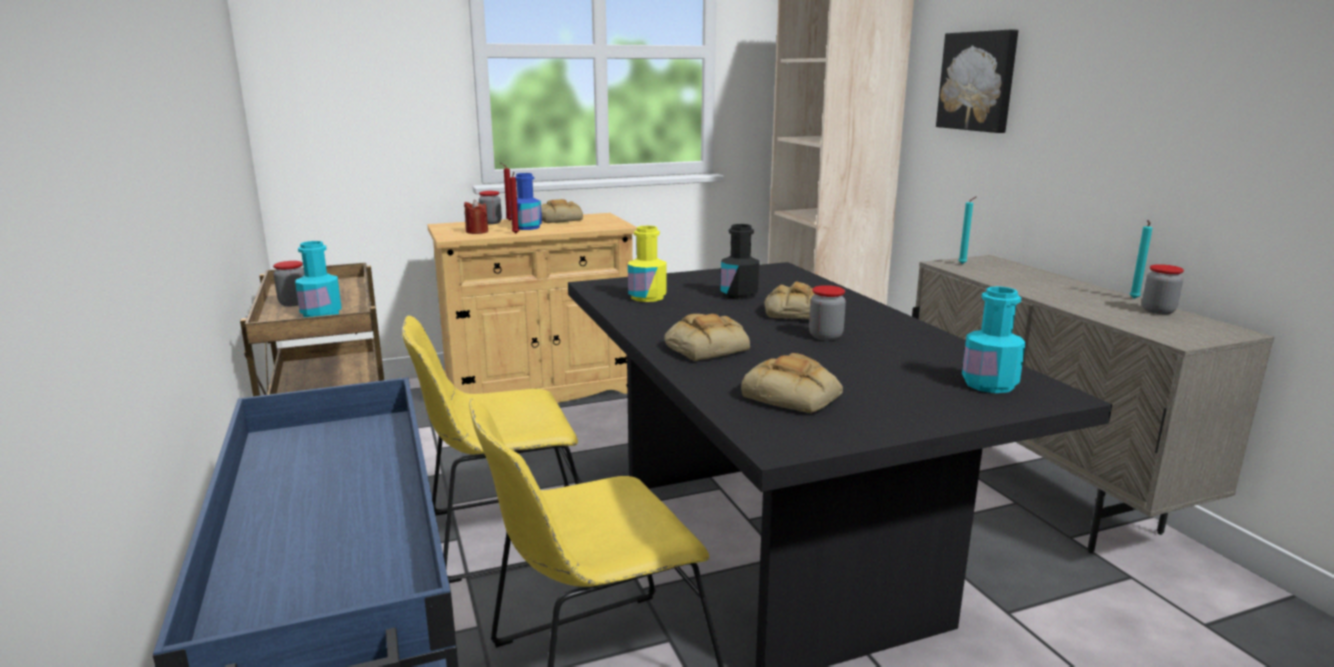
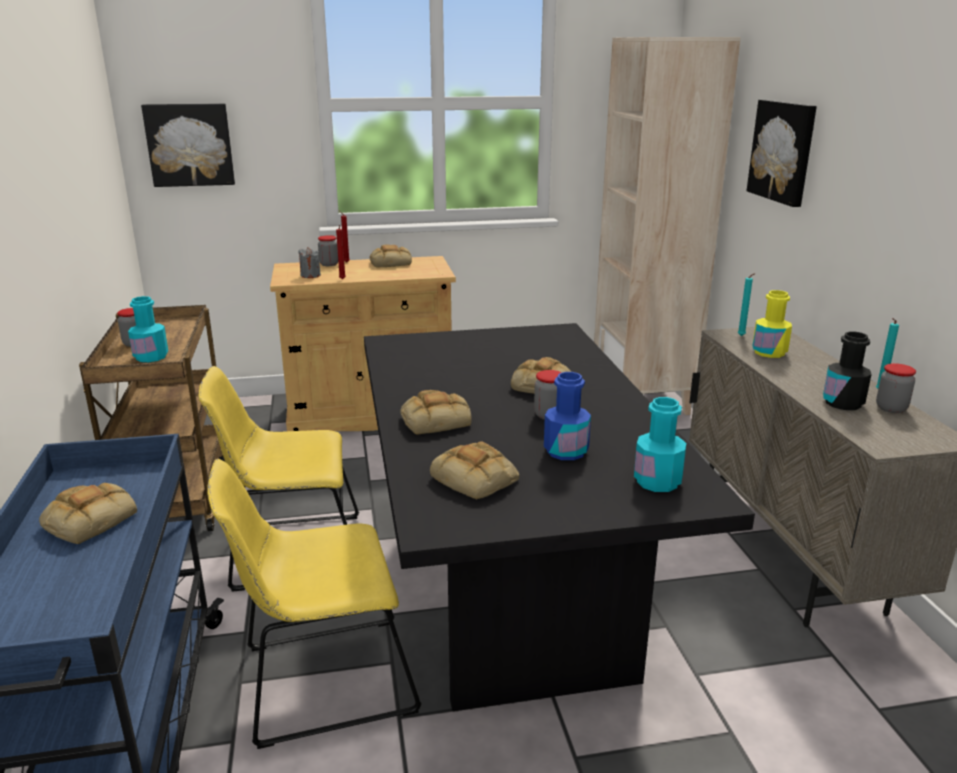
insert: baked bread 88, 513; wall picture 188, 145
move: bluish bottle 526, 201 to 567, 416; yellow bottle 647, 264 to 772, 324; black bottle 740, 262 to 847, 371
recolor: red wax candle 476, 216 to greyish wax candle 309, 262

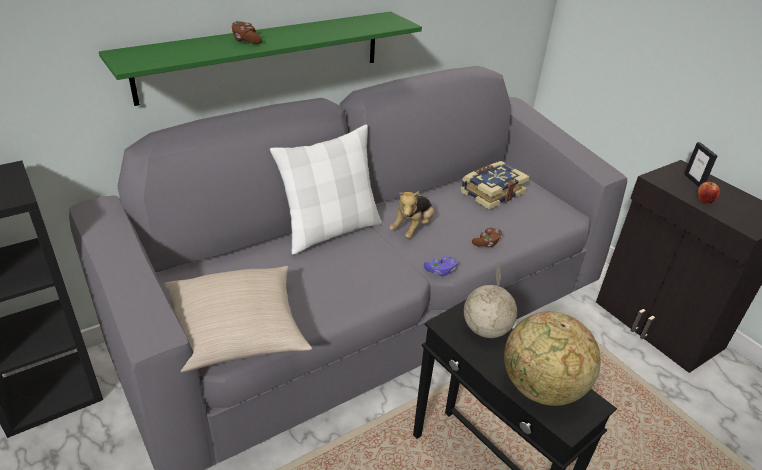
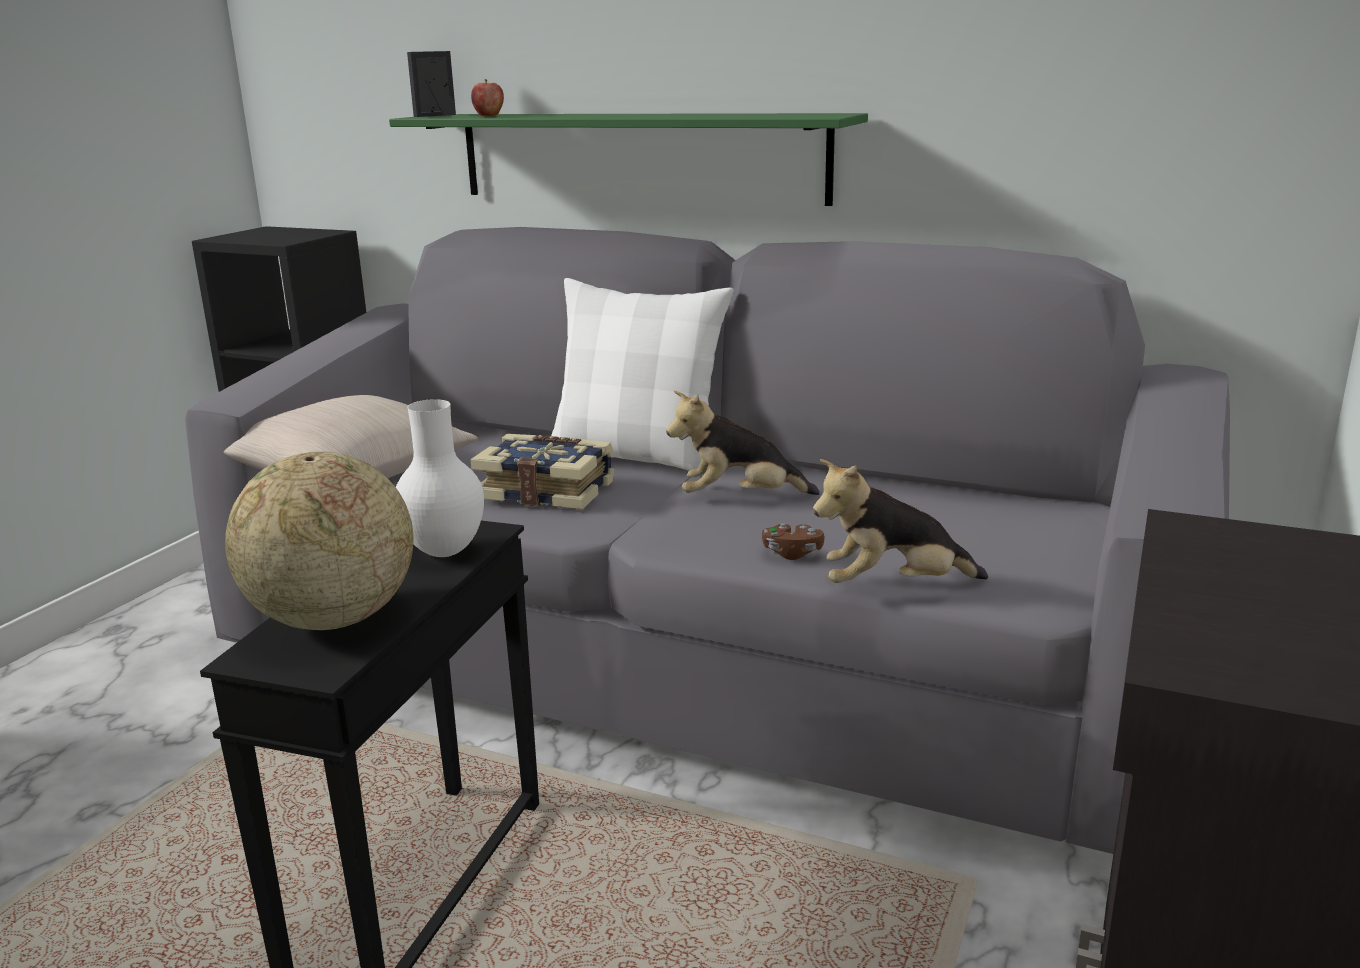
delete: brown joypad 247, 32; purplish joypad 441, 266
insert: plush toy 900, 521
move: volume 494, 185 to 542, 472; picture frame 700, 164 to 431, 84; apple 708, 192 to 487, 97
replace: world globe 490, 299 to white flower vase 440, 478

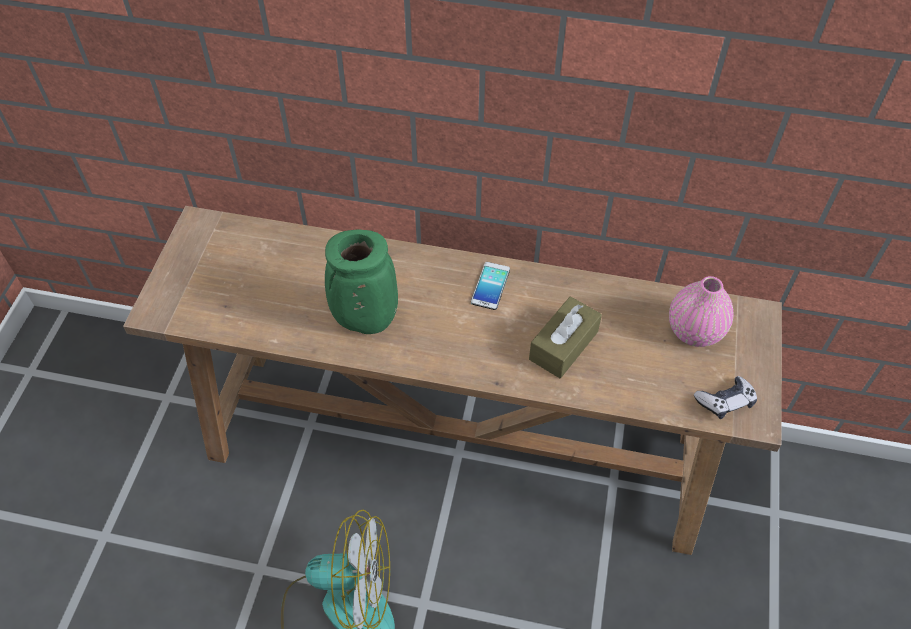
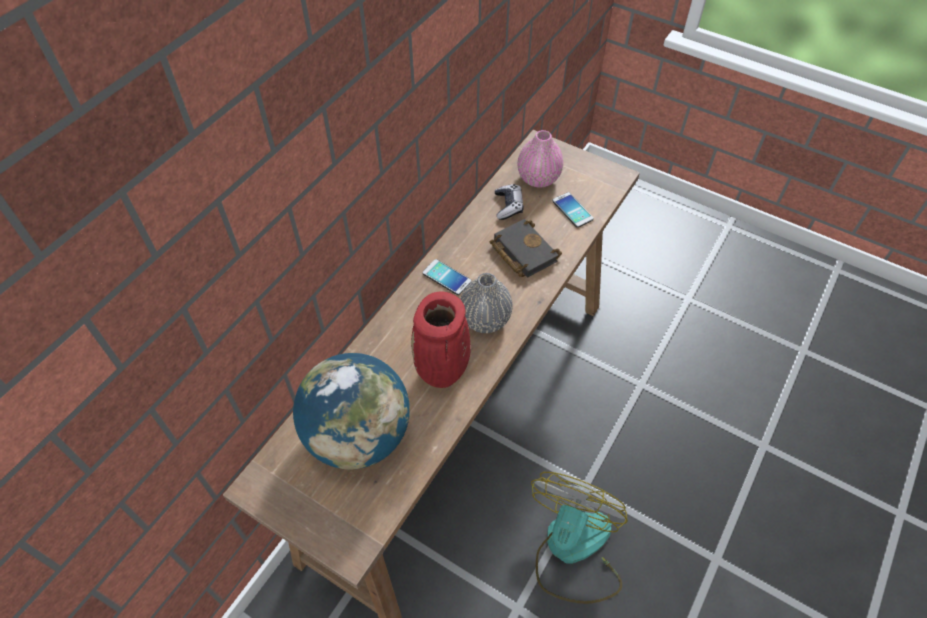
insert: world globe 351, 411; greyish flower vase 486, 303; handset 573, 210
move: joypad 725, 397 to 509, 202
replace: brown tissue box 565, 337 to black volume 526, 248
recolor: greenish flower vase 361, 282 to red flower vase 441, 340

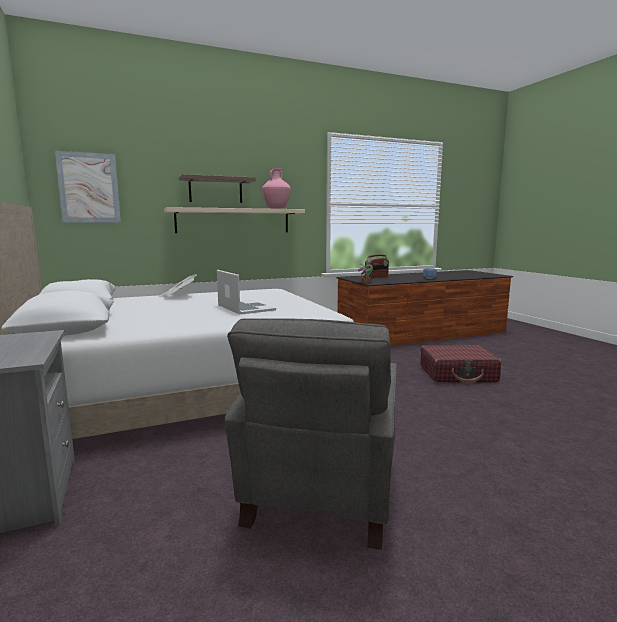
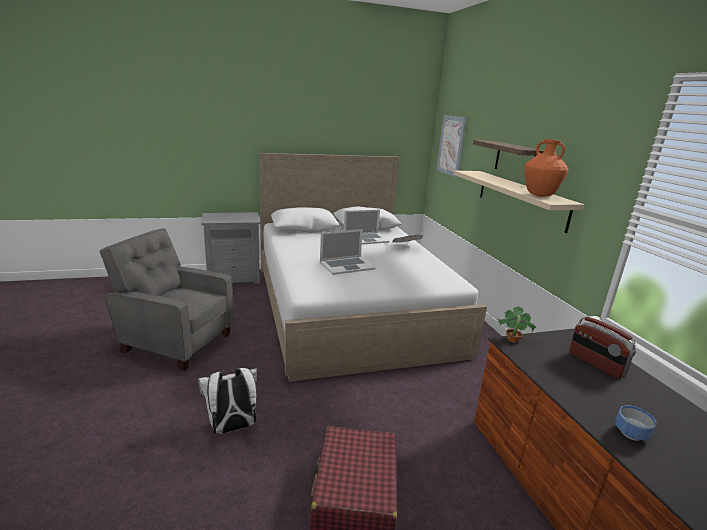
insert: white rucksack 227, 401; laptop 367, 227
recolor: pinkish flower vase 276, 188 to orangey flower vase 547, 168

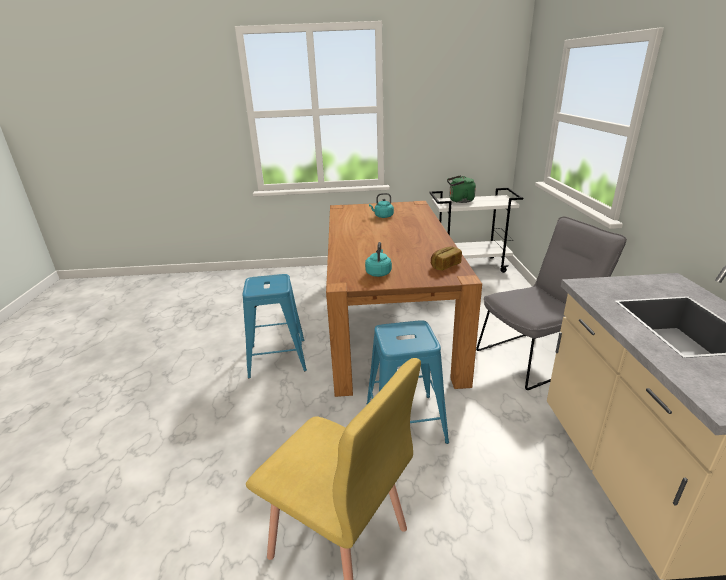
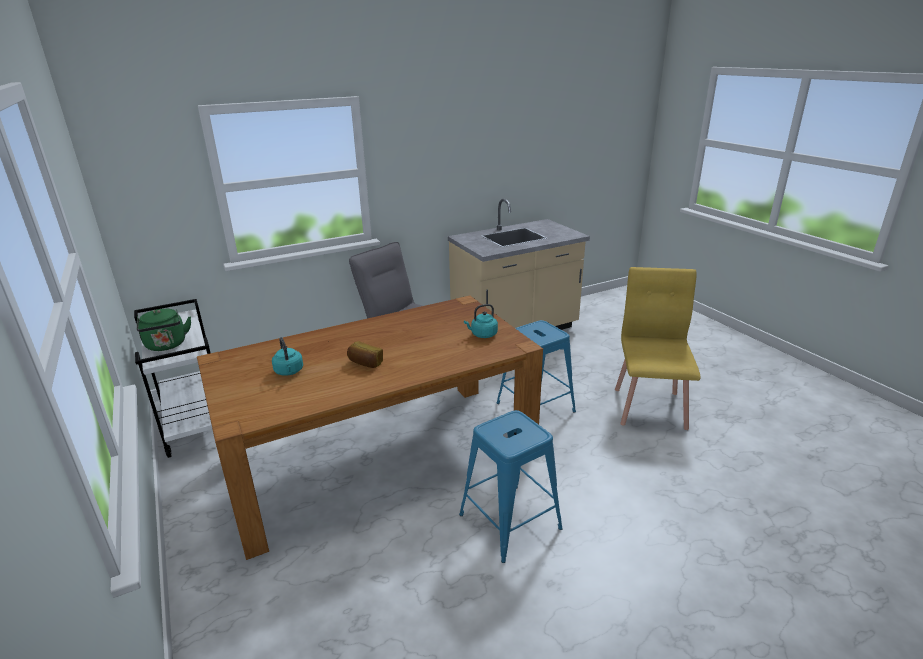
move: baked bread 446, 258 to 365, 354

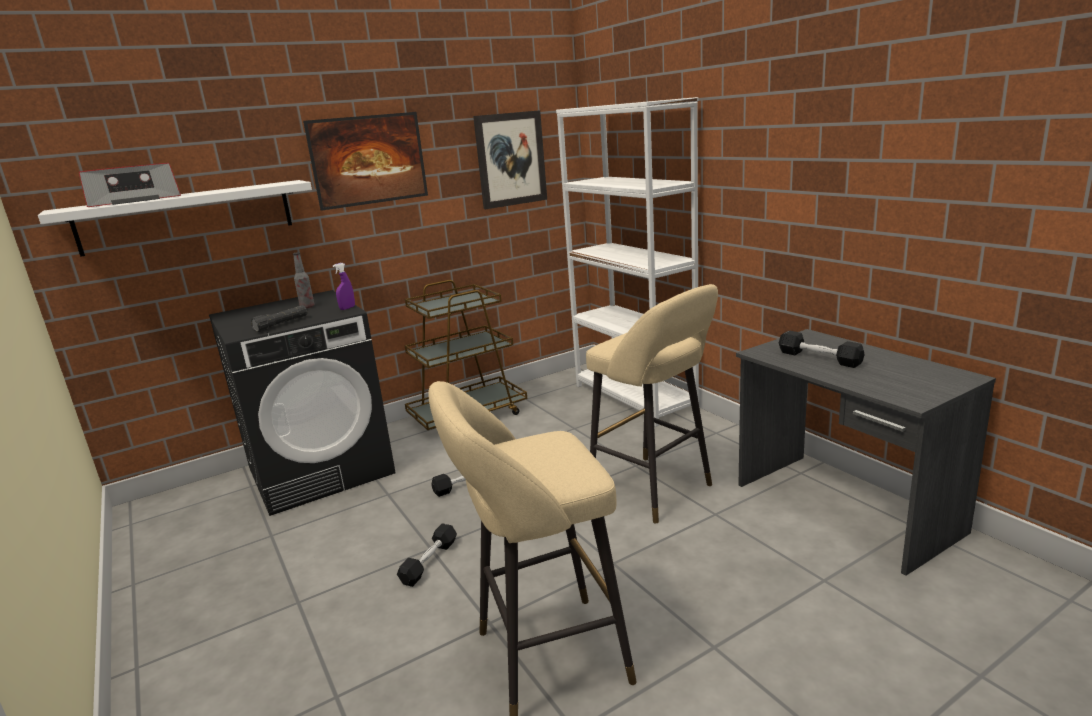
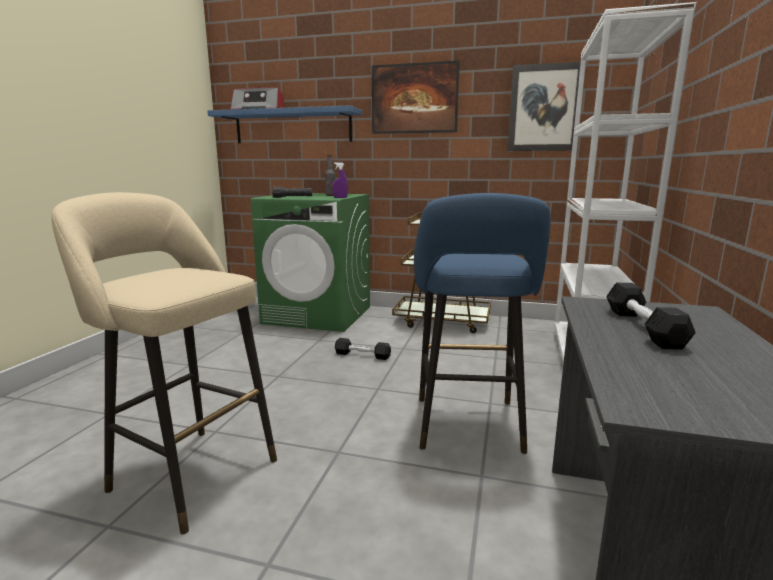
delete: black dumbbell 427, 555
recolor: white shelf 175, 218 to bluish shelf 284, 124; black washing machine 302, 403 to greenish washing machine 310, 262; beige stool seat 652, 403 to bluish stool seat 482, 323

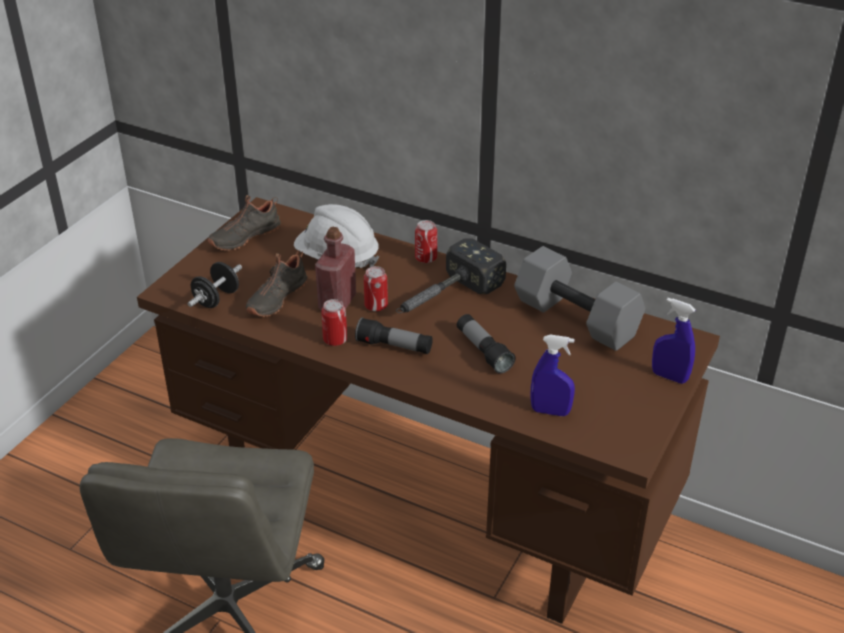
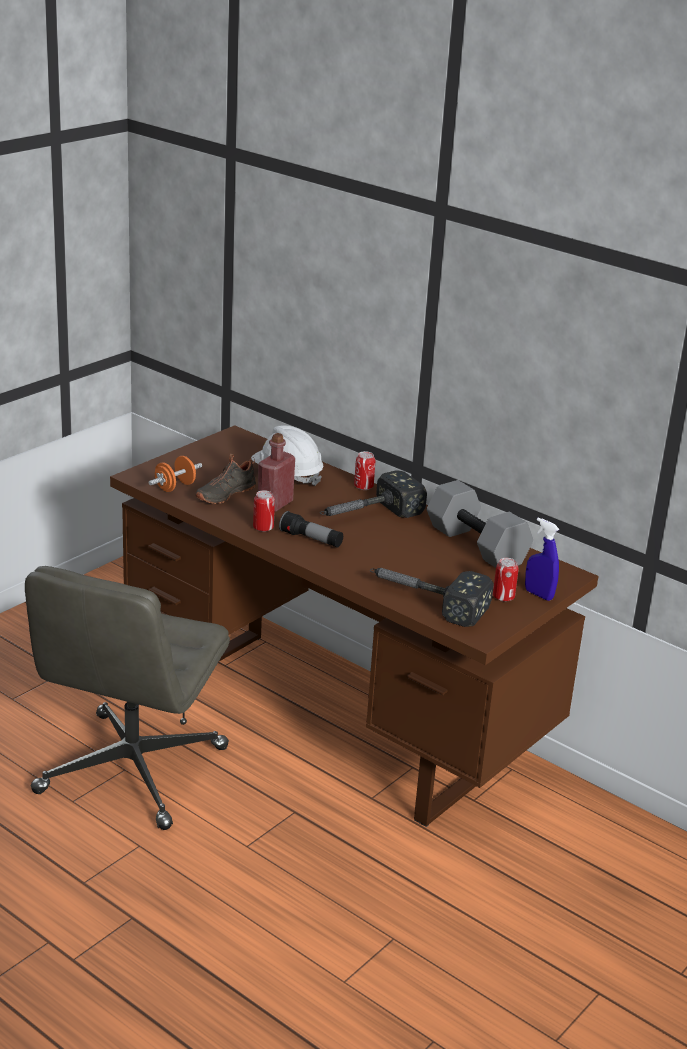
delete: black low shoe 244, 223; torch 486, 343
move: can 376, 288 to 506, 580
replace: bluish sprayer 552, 375 to hammer 432, 597
recolor: black dumbbell 215, 285 to orangey dumbbell 175, 474

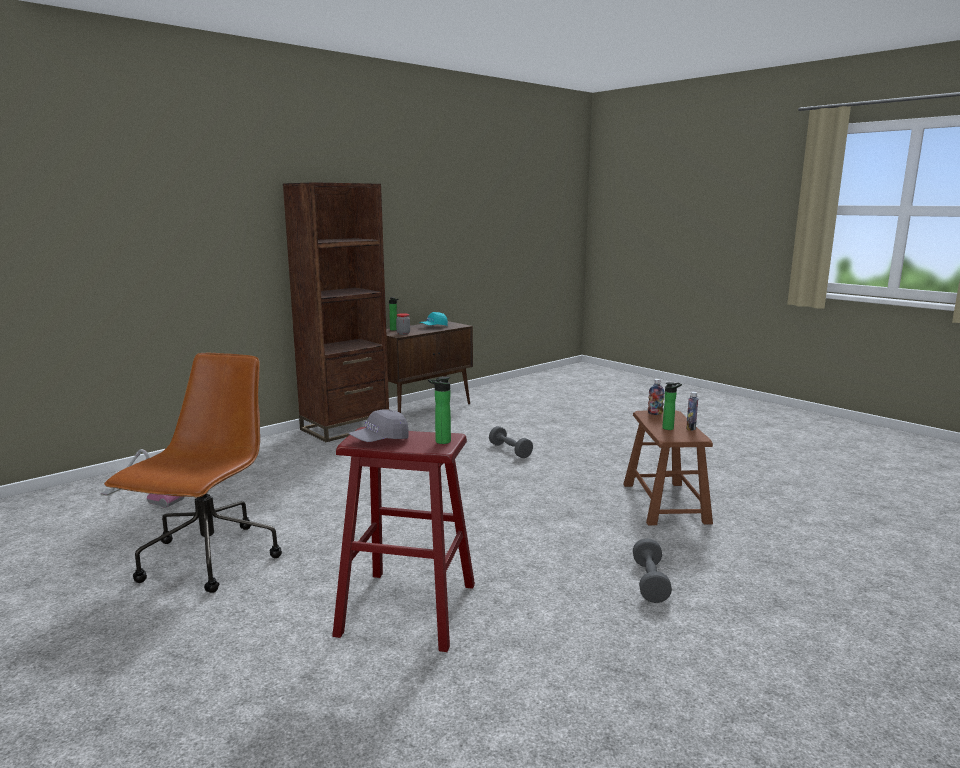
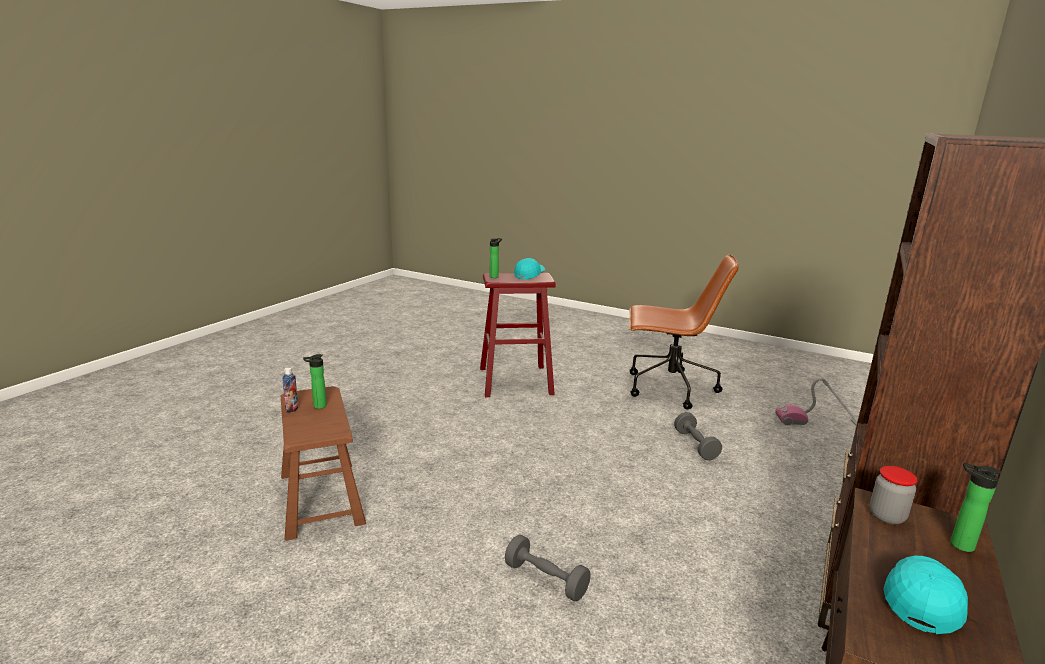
delete: bottle 656, 397
move: greyish dumbbell 652, 570 to 698, 436
recolor: greyish peaked cap 378, 425 to turquoise peaked cap 529, 269
rotate: brown computer chair 193, 473 = 684, 331 75 degrees counterclockwise

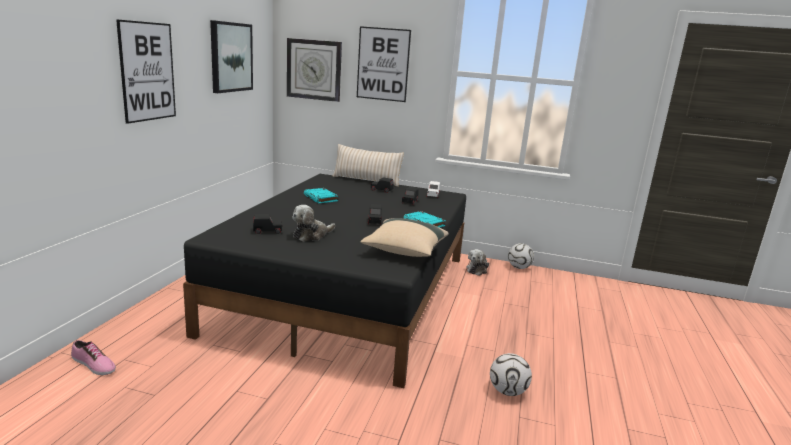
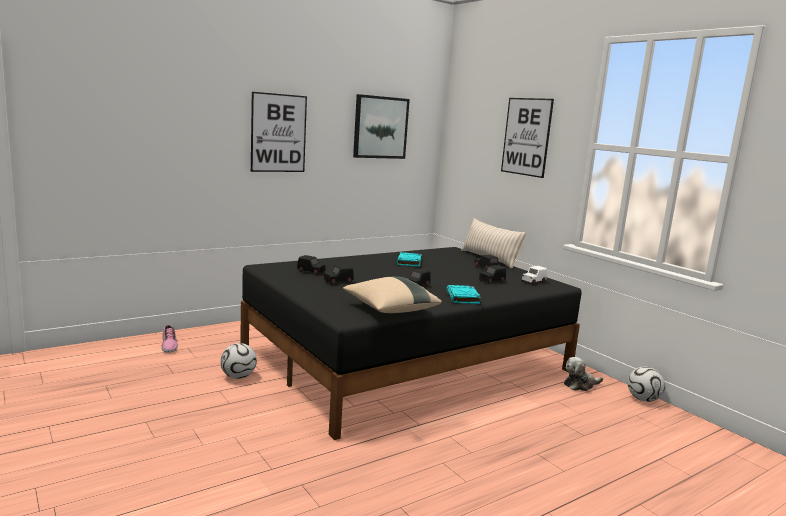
delete: hanging clock 314, 70
move: ball for football 511, 374 to 238, 361
replace: plush toy 313, 223 to black miniature car 339, 275

